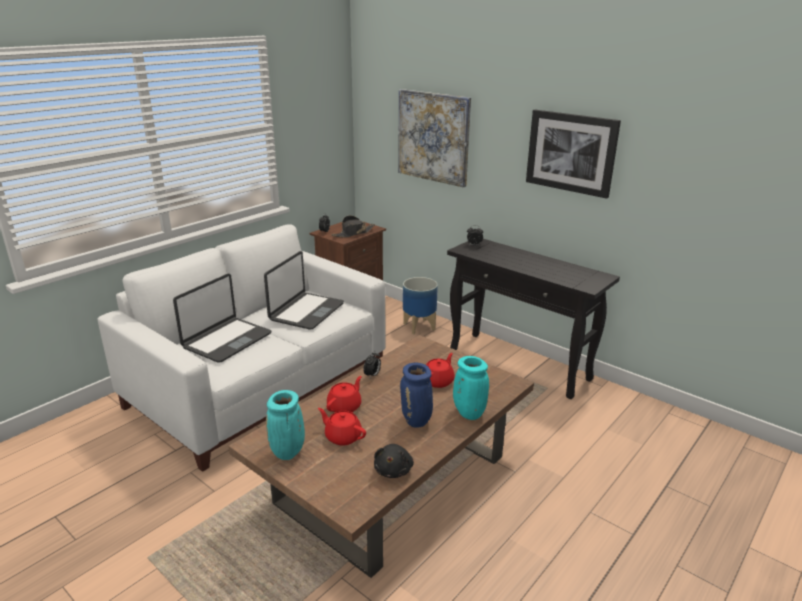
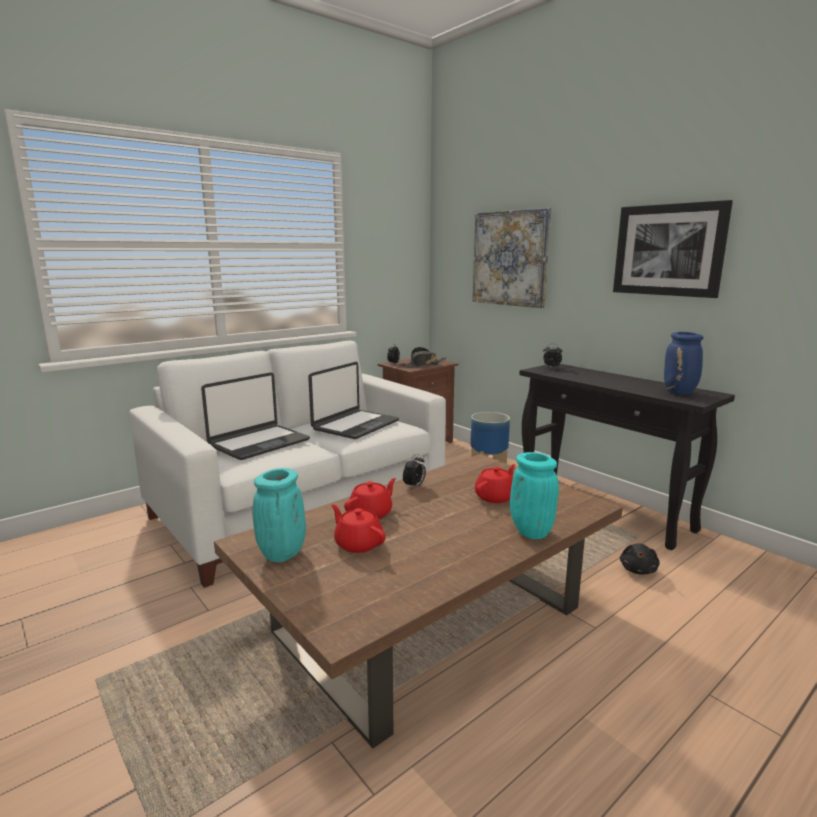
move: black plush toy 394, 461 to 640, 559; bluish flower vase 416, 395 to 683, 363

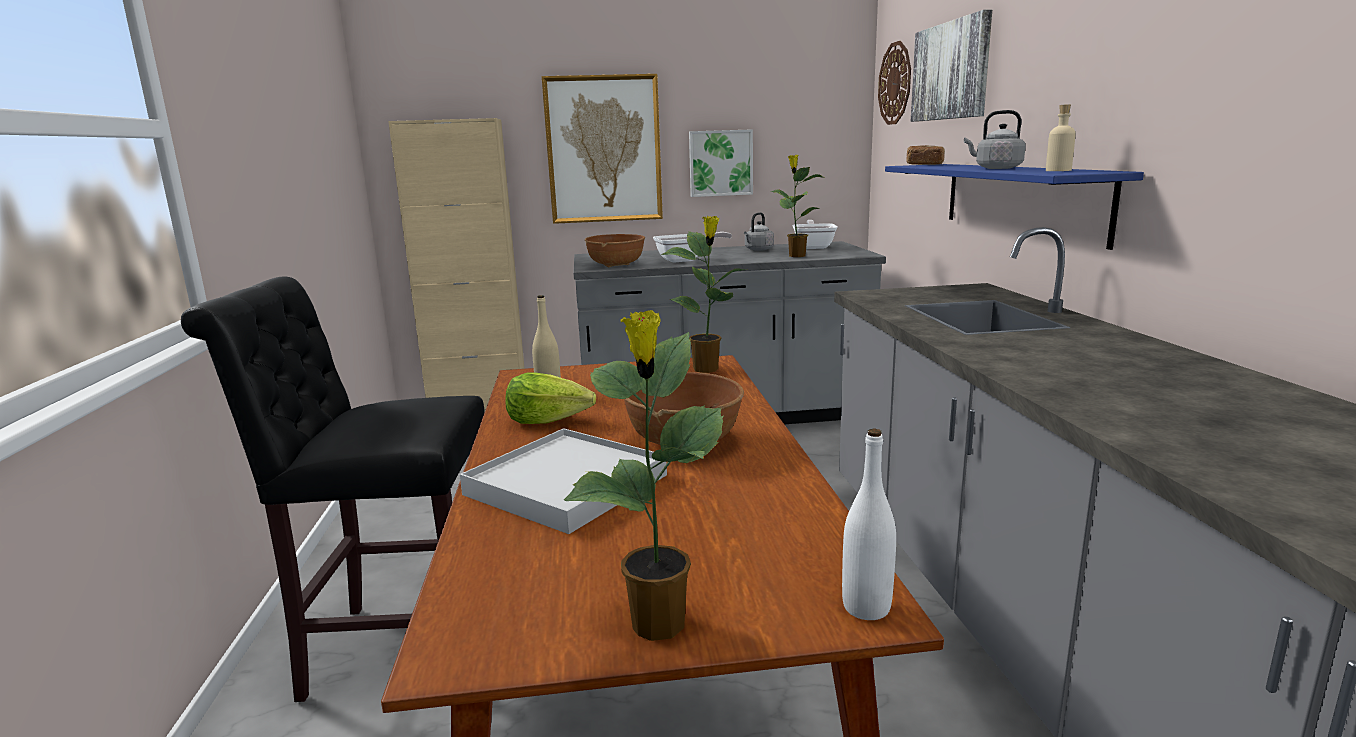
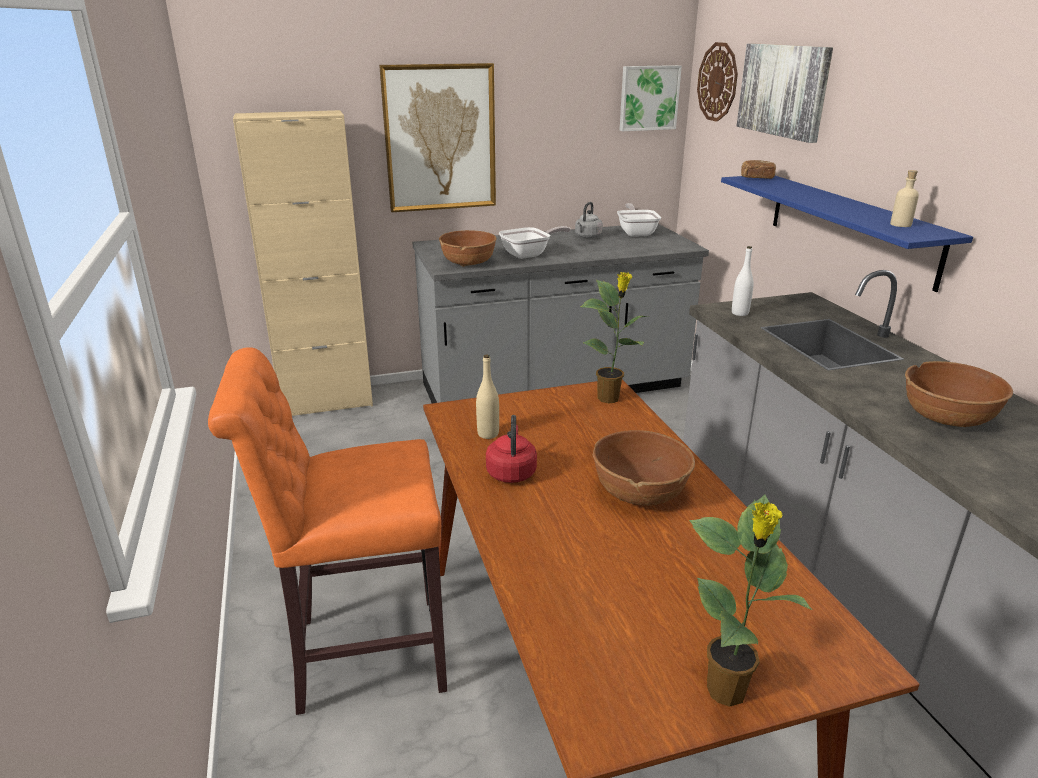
delete: white tray 563, 481; houseplant 796, 206; greyish kettle 994, 139
insert: brown bowl 959, 394
move: wall picture 721, 163 to 651, 98; white bottle 869, 524 to 743, 281
replace: lettuce head 550, 398 to red kettle 511, 449
recolor: black stool seat 333, 489 to orangey stool seat 327, 531

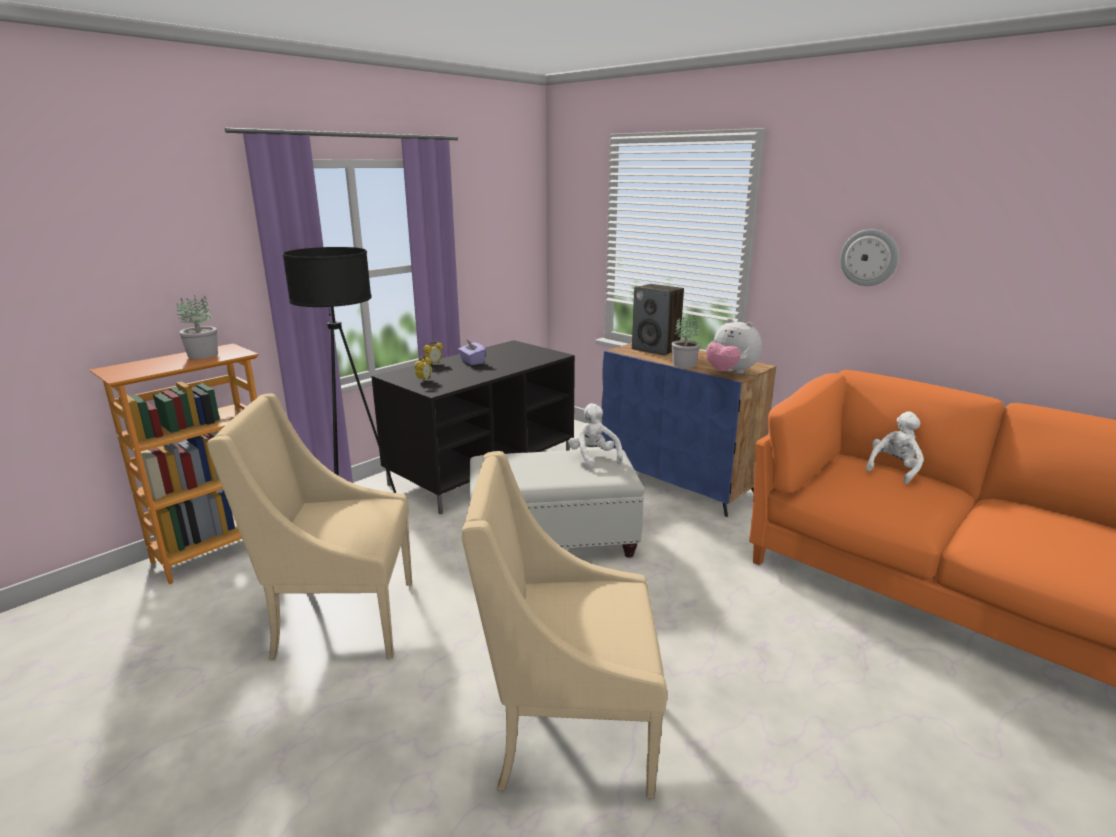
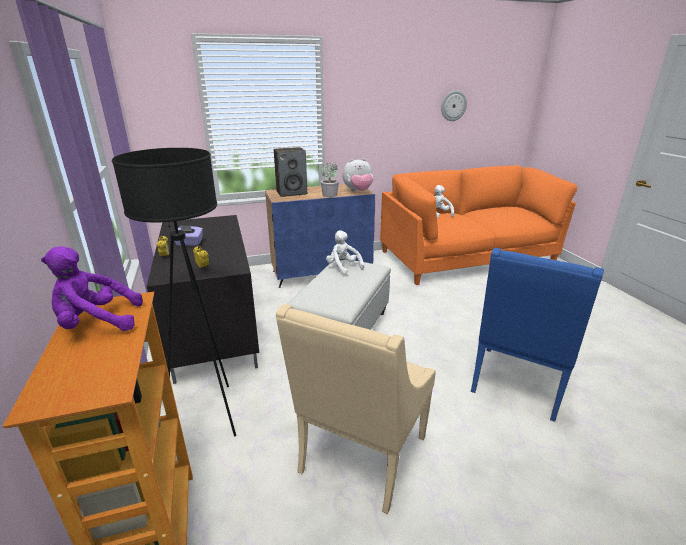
move: hanging clock 869, 257 to 454, 105
replace: houseplant 197, 327 to purplish plush toy 92, 288
recolor: beige lounge chair 564, 625 to bluish lounge chair 537, 335
rotate: white plush toy 595, 435 = 345, 252 45 degrees clockwise

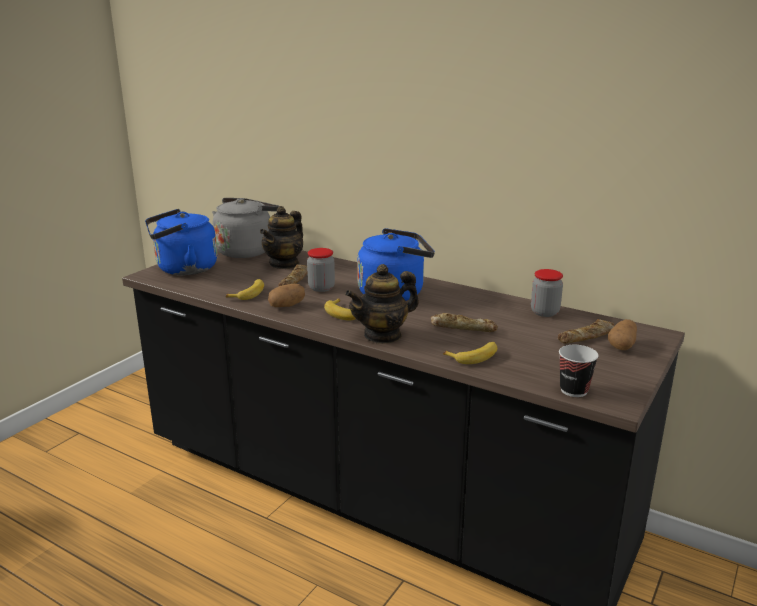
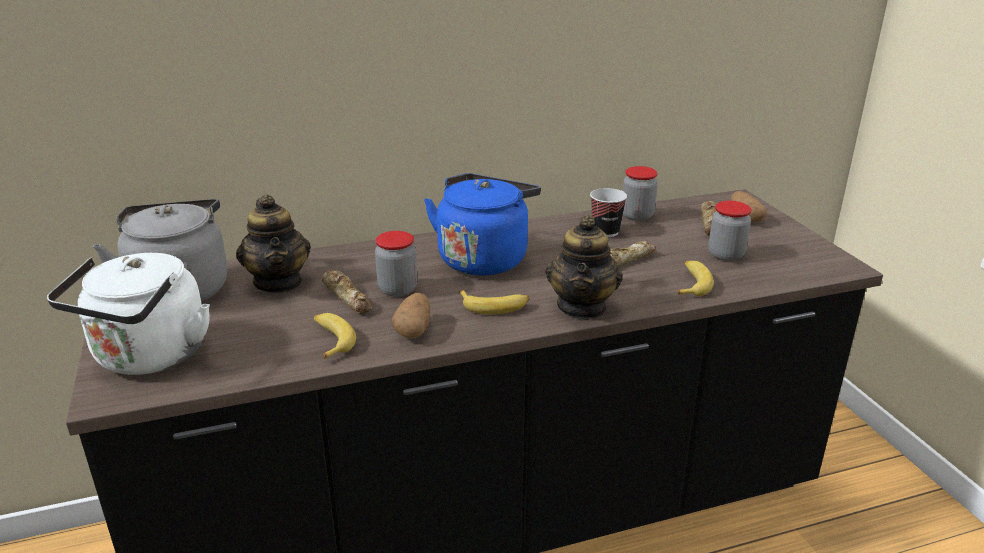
insert: jar 730, 231
move: cup 579, 371 to 608, 212
recolor: bluish kettle 181, 242 to white kettle 128, 314

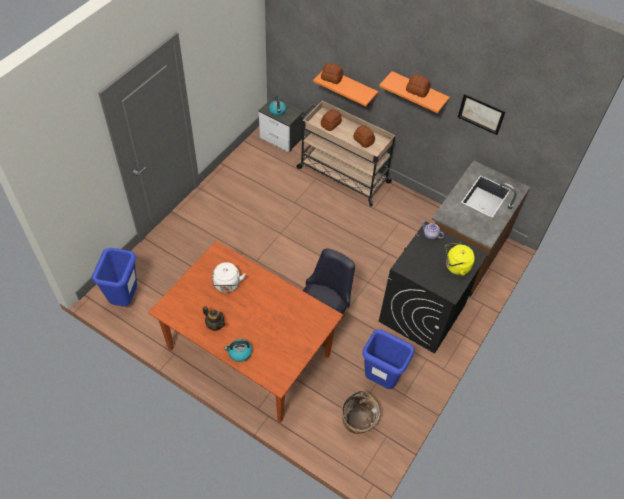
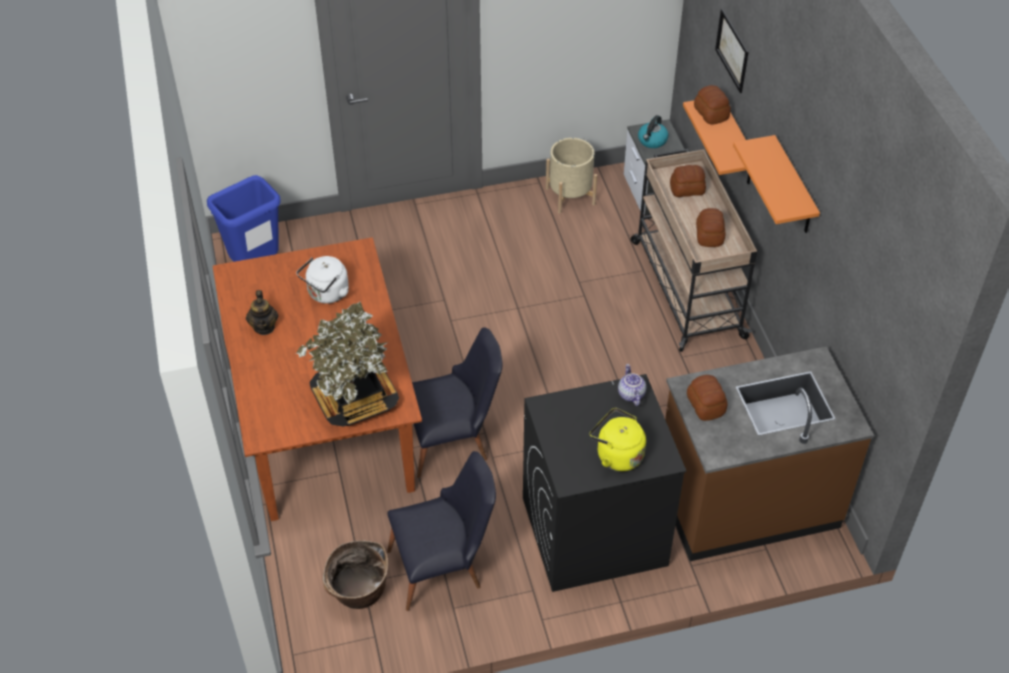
delete: kettle 238, 350
insert: houseplant 347, 364; beige planter 571, 176
move: baked bread 418, 86 to 707, 398; wall picture 481, 114 to 731, 51
replace: bluish waste bin 388, 359 to black upright chair 441, 531

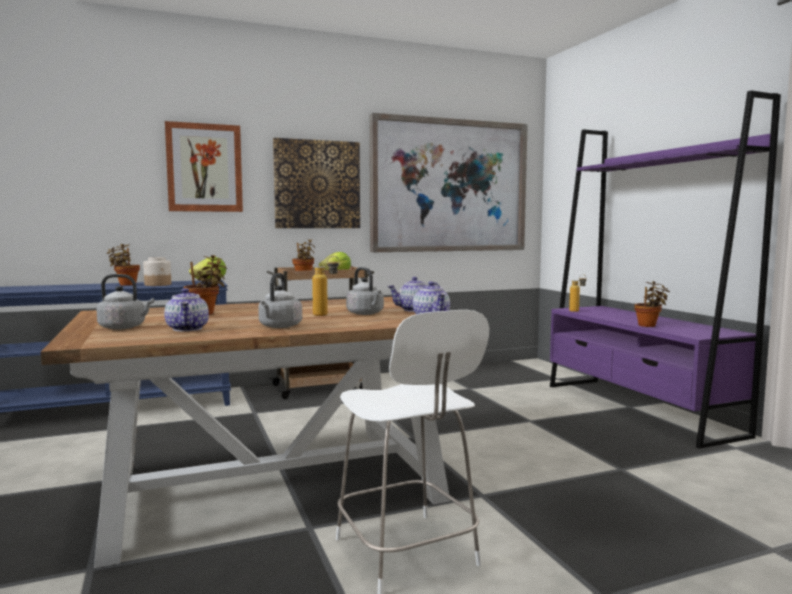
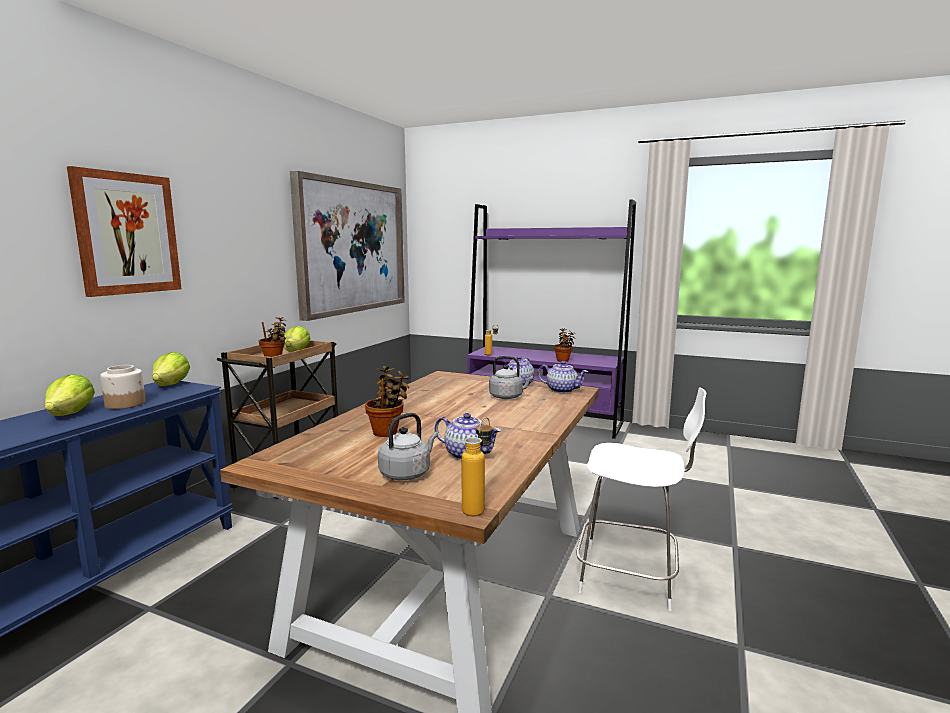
delete: greyish kettle 280, 300; wall picture 316, 183
move: bottle 325, 286 to 477, 466
replace: houseplant 123, 265 to lettuce head 70, 395

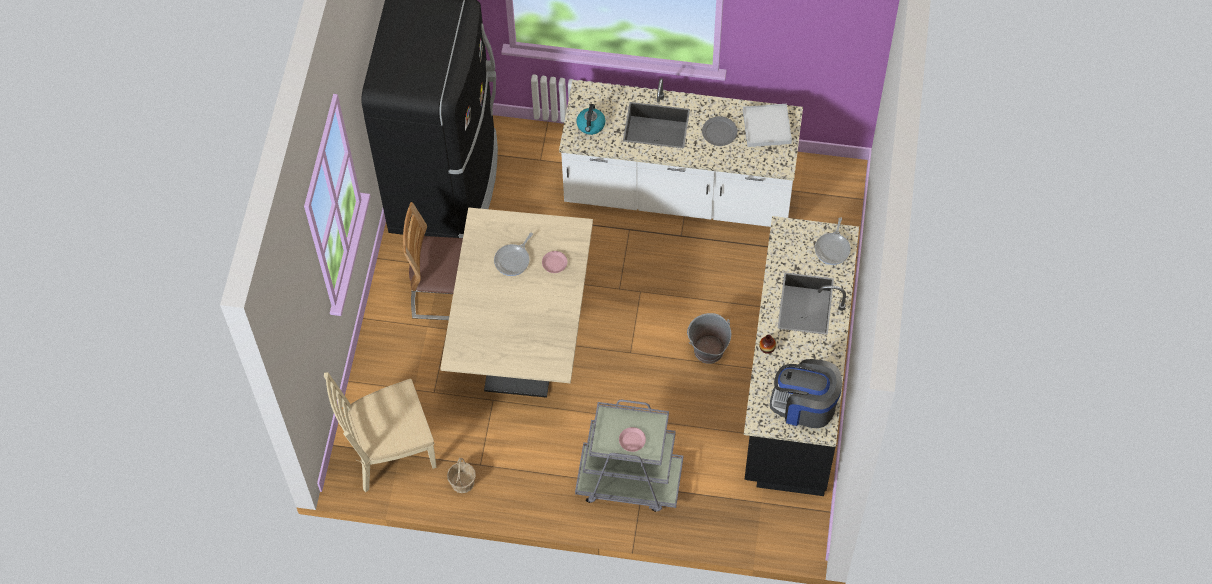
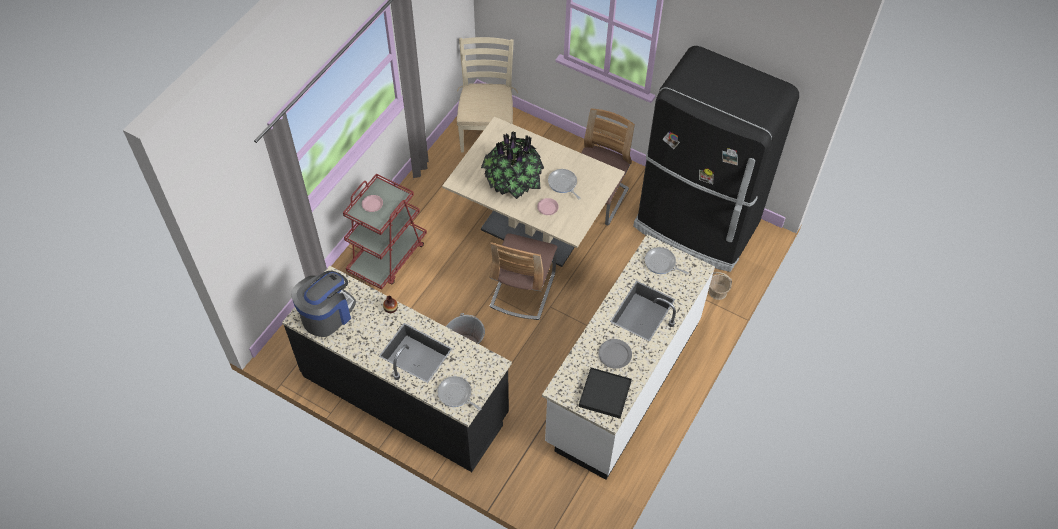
insert: houseplant 512, 165; upright chair 523, 276
move: basket 461, 475 to 720, 286
replace: kettle 590, 119 to frying pan 667, 261
recolor: greyish cart 629, 456 to red cart 385, 231; white tray 767, 125 to black tray 605, 393

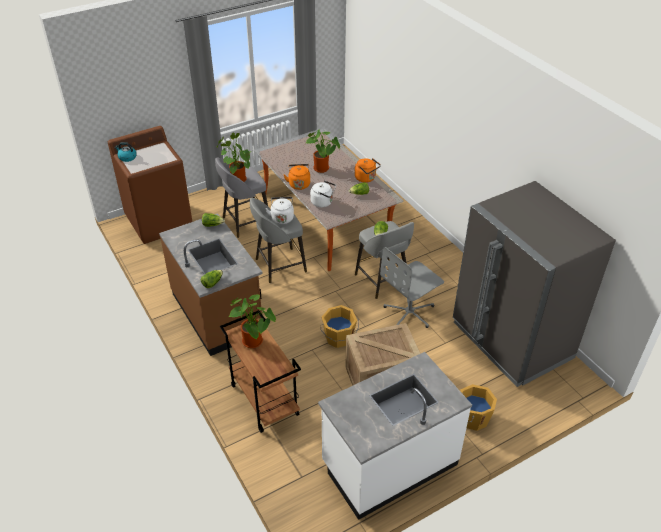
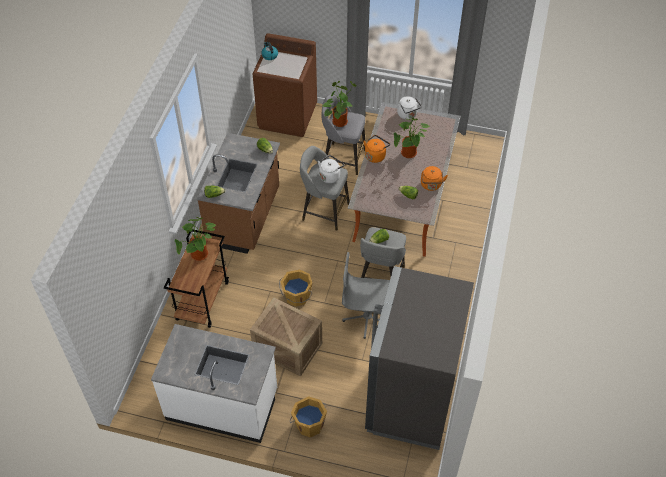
move: white kettle 323, 194 to 409, 108

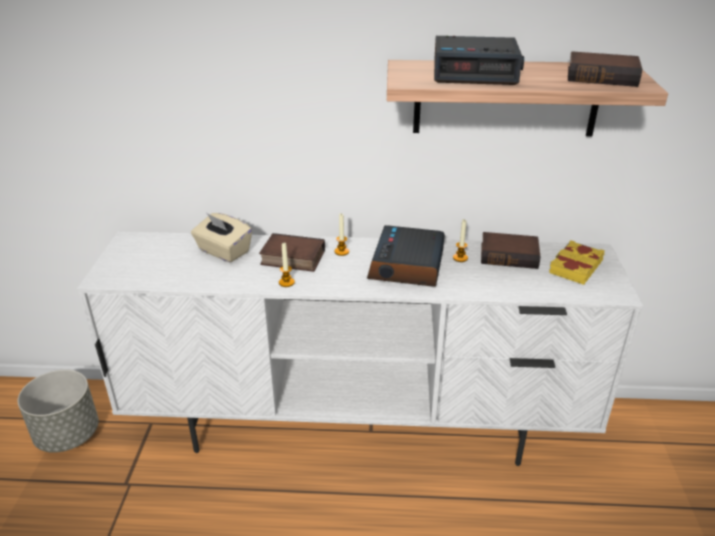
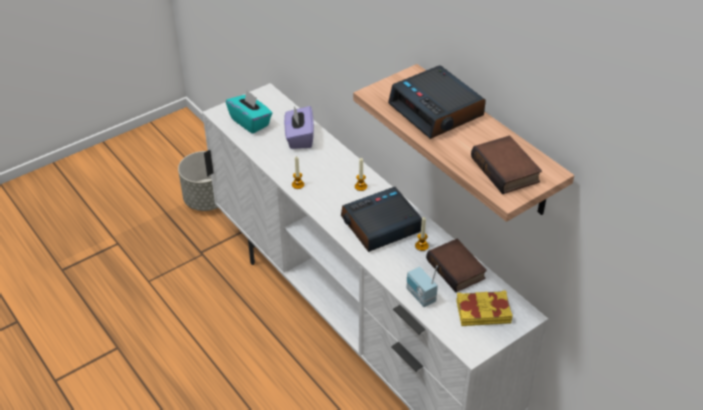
delete: volume 292, 252
insert: turquoise tissue box 249, 112; radio set 422, 286
recolor: beige tissue box 221, 238 to purplish tissue box 299, 127

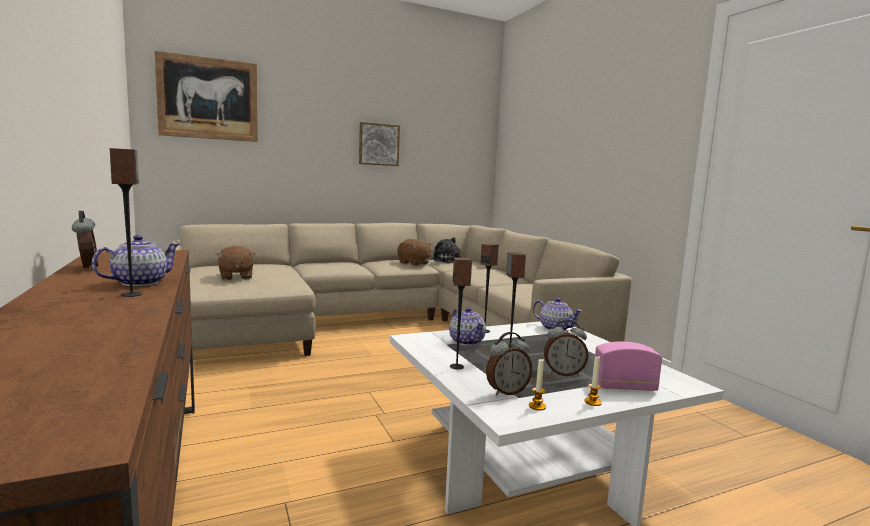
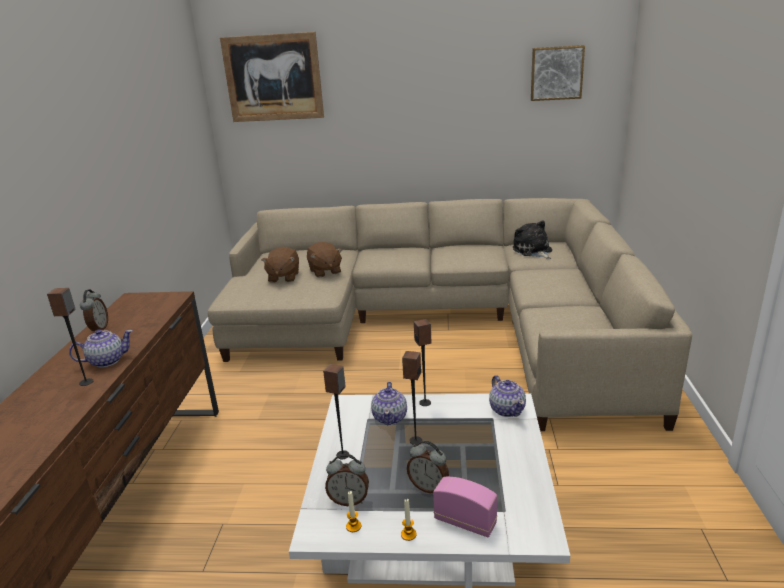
move: wall picture 379, 144 to 558, 73; brown plush toy 414, 252 to 324, 259

